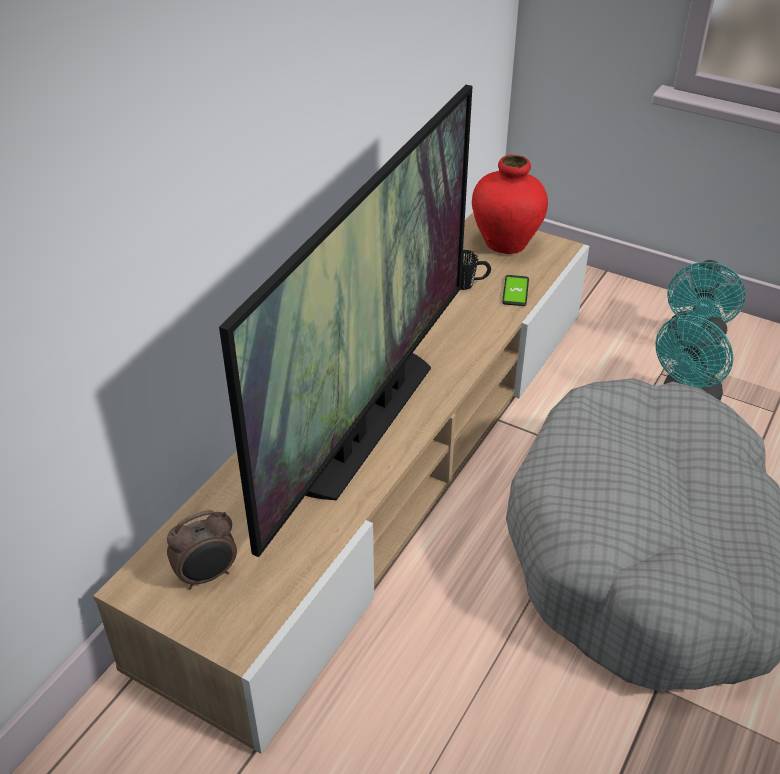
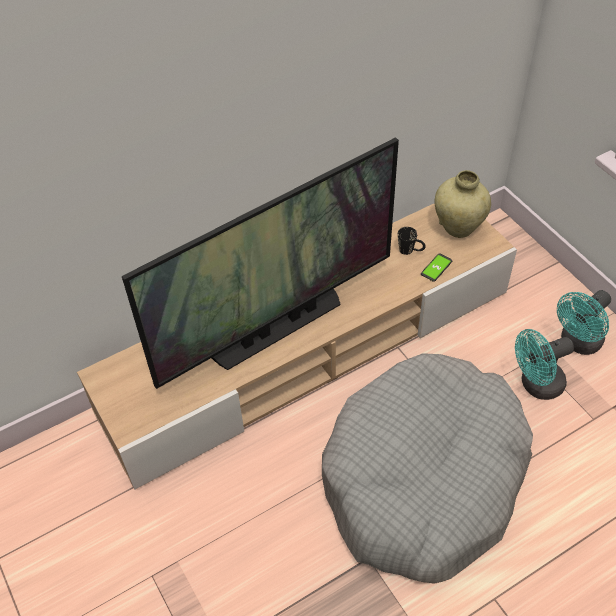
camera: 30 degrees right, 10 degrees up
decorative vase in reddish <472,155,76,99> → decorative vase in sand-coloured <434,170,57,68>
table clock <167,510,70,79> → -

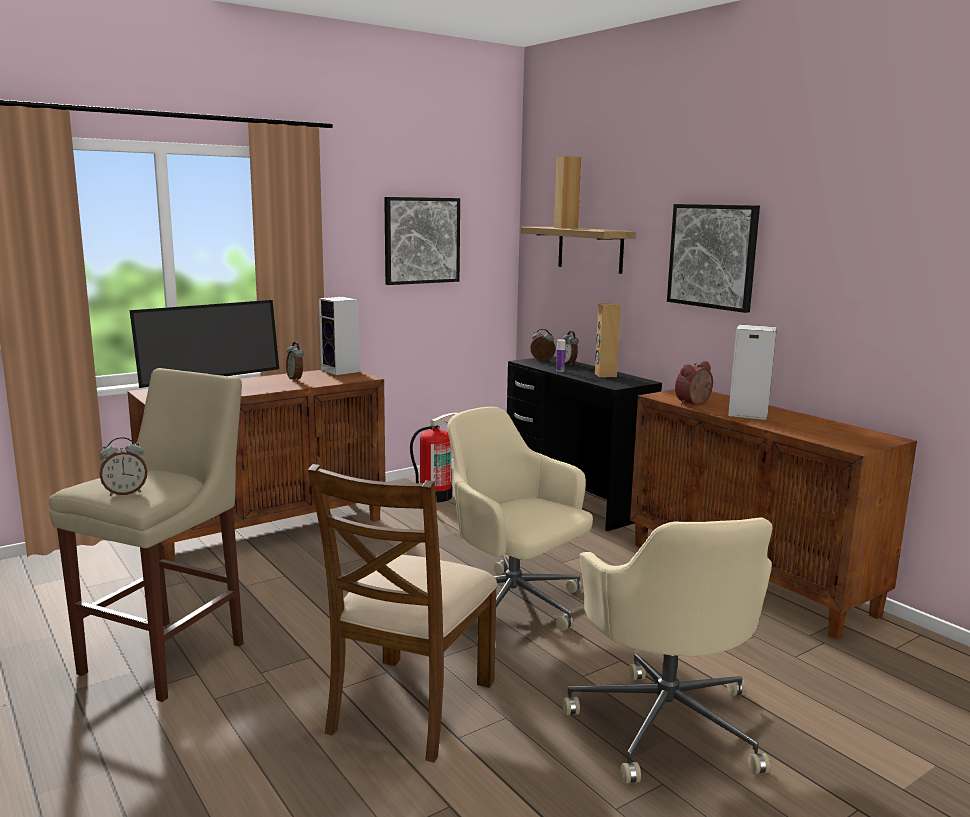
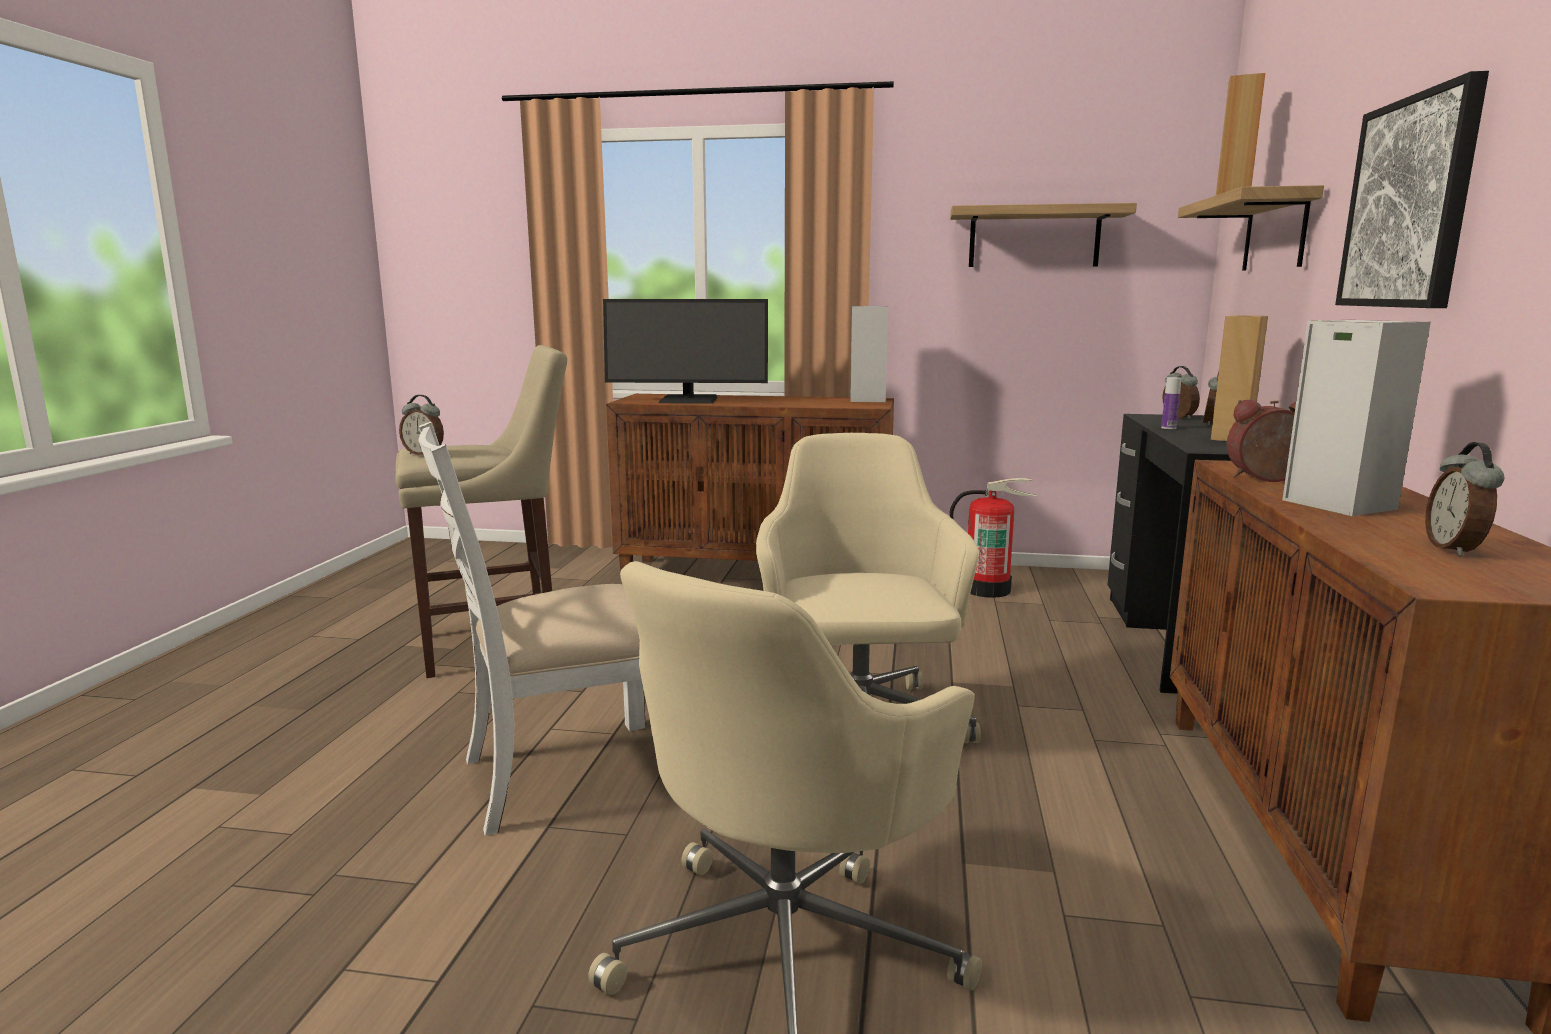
camera: 45 degrees right, 0 degrees up
wall art <384,197,76,88> → shelf <950,203,187,64>
table clock <286,342,18,39> → table clock <1425,442,79,114>, move
upright chair in brownish <308,464,189,299> → upright chair in white <418,422,228,414>

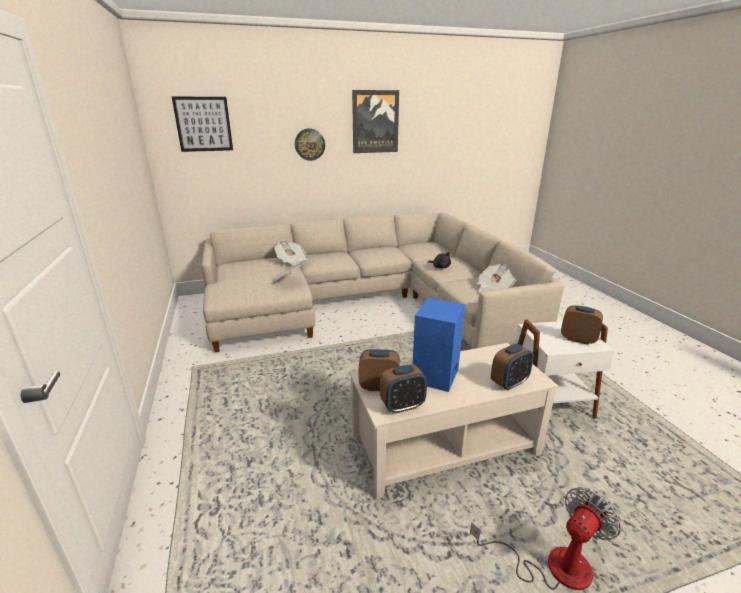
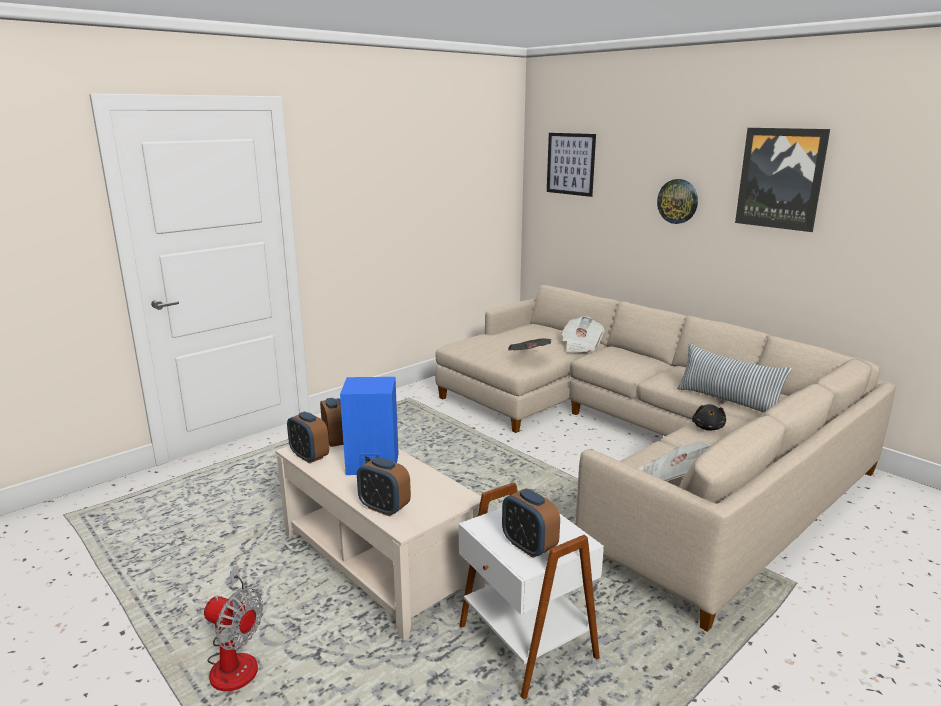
camera: 65 degrees right, 5 degrees down
table clock <561,305,42,40> → table clock <502,488,58,70>, 135 degrees clockwise
- → throw pillow <677,343,115,70>

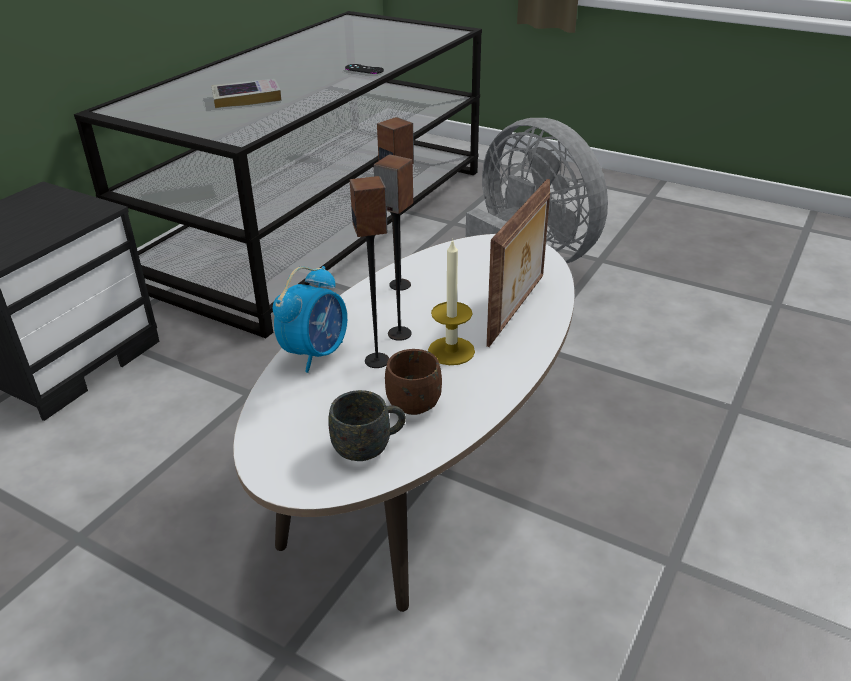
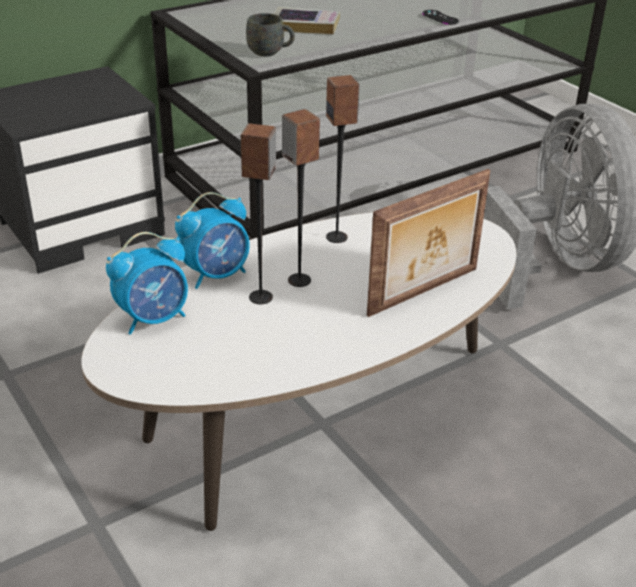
camera: 25 degrees right, 0 degrees up
wax candle <428,238,47,127> → -
coffee mug in brownish <385,349,57,66> → -
coffee mug in greyish <328,390,78,71> → coffee mug in greyish <246,13,49,43>, move
- → table clock <106,232,82,103>

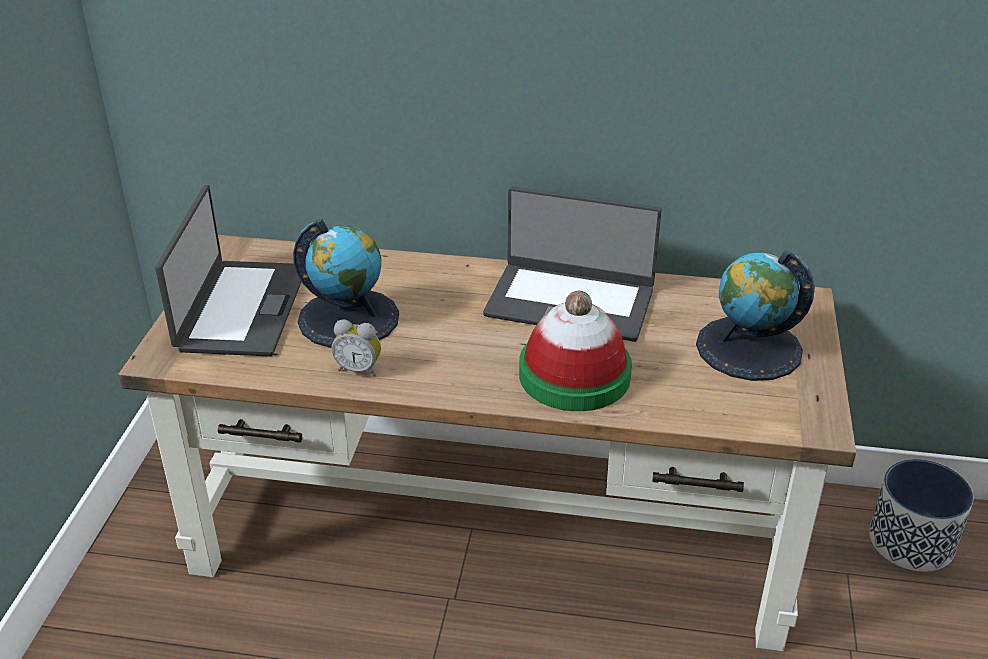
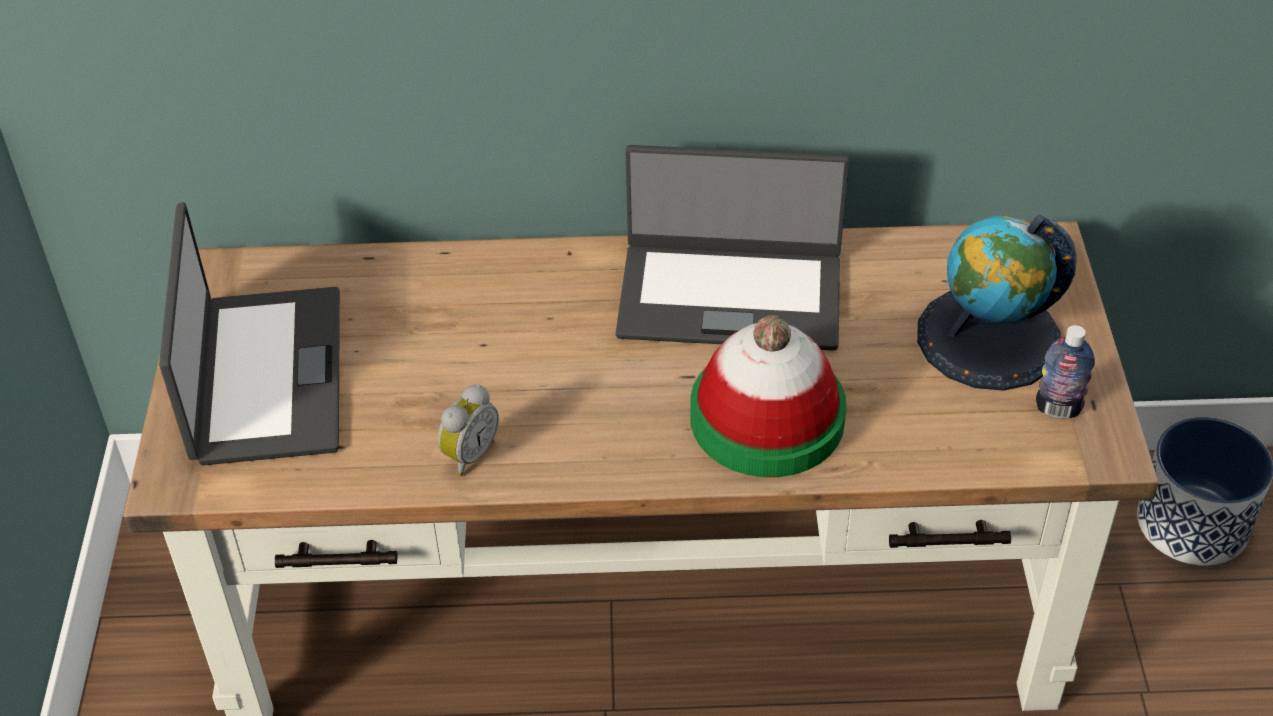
camera: 10 degrees left, 10 degrees up
globe <293,219,106,129> → -
table clock <331,319,50,58> → table clock <437,384,62,92>, 60 degrees counterclockwise
- → beverage bottle <1036,325,59,94>

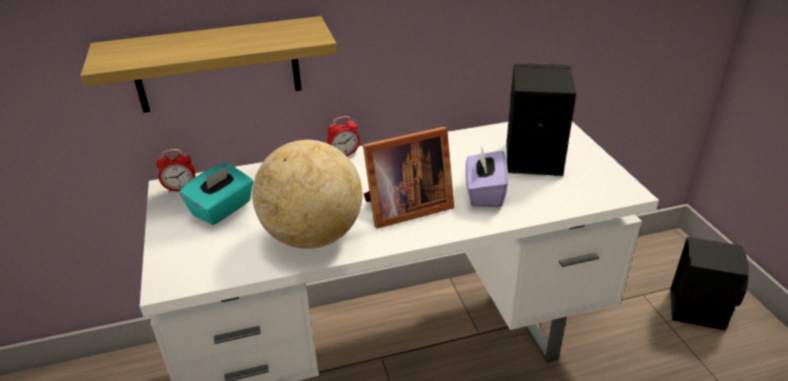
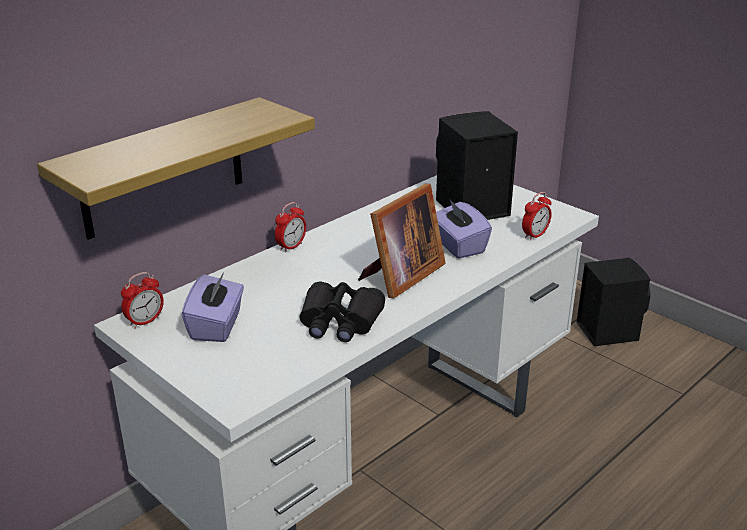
camera: 30 degrees left, 5 degrees down
globe <252,140,110,109> → pair of binoculars in black <299,282,86,60>
box of tissues in turquoise-coloured <180,163,74,62> → box of tissues in purple <182,271,62,71>
- → table clock <522,192,30,49>

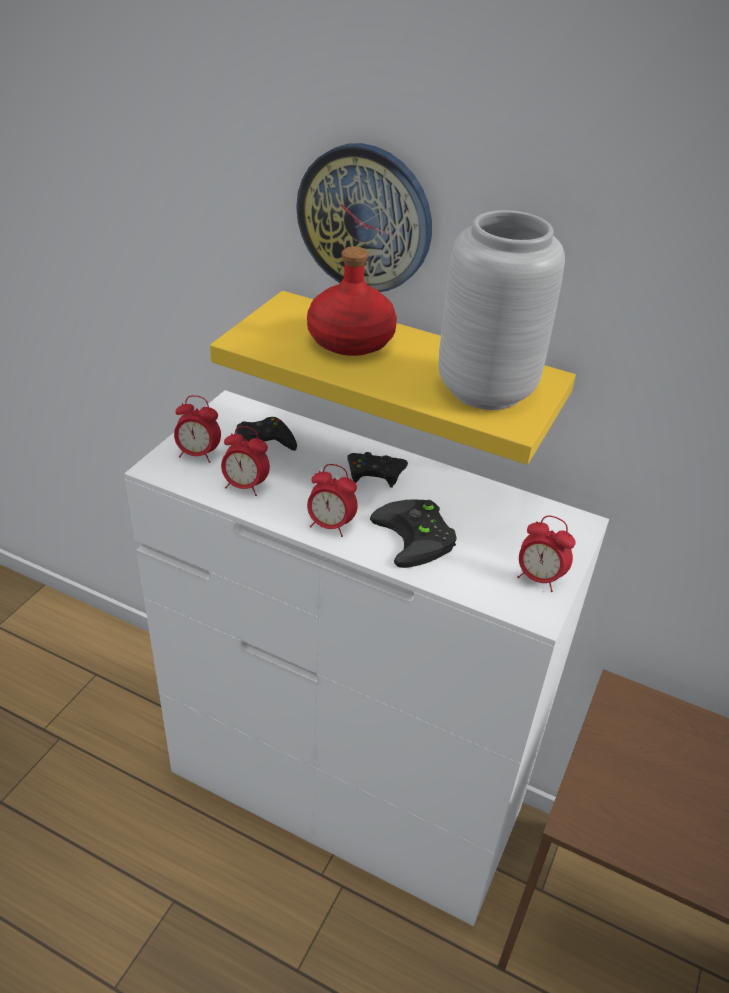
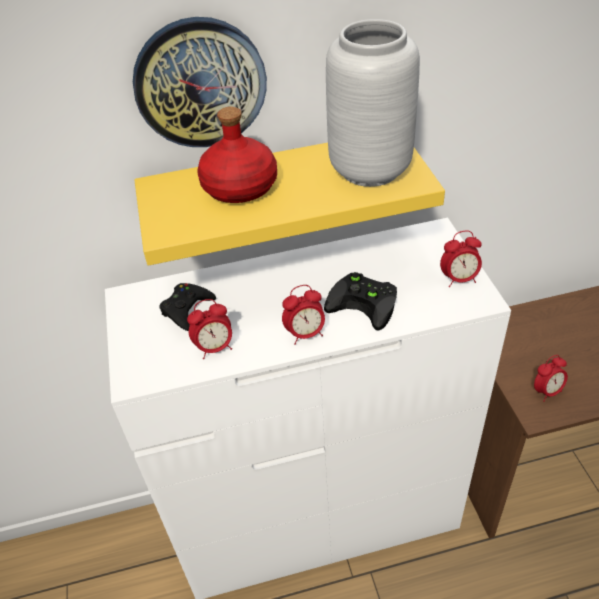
camera: 35 degrees left, 5 degrees up
table clock <174,395,47,68> → table clock <534,355,34,47>, move
game controller in black <348,452,60,36> → -

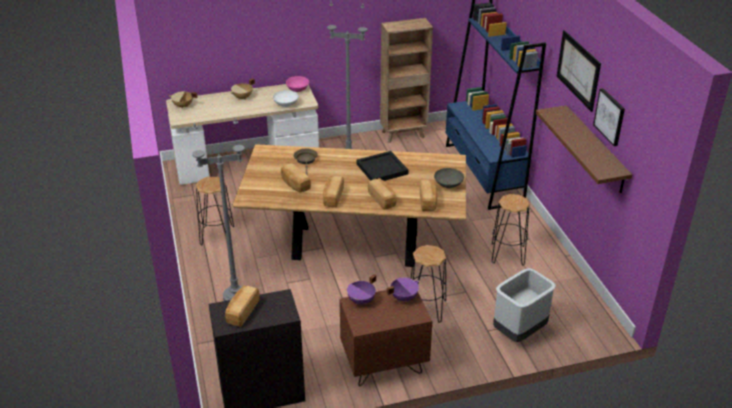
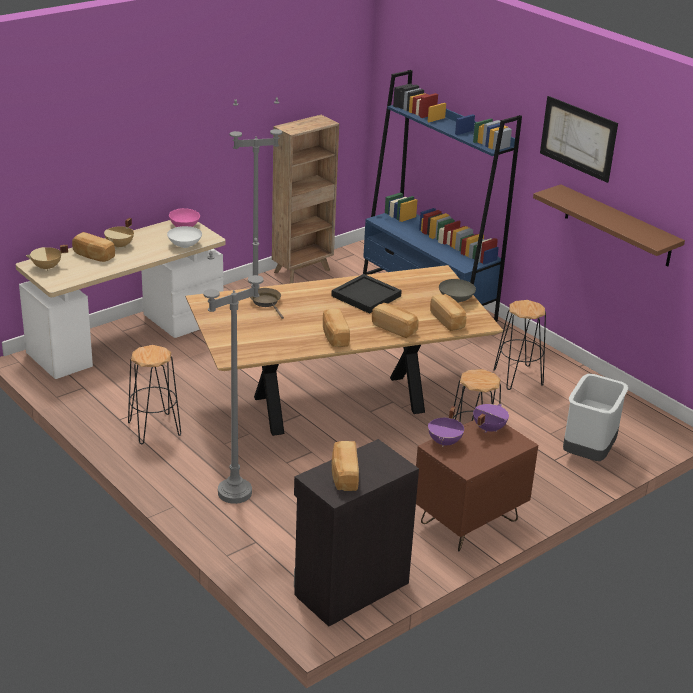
camera: 25 degrees left, 5 degrees down
wall art <593,88,32,58> → -
bread <281,163,30,30> → bread <72,232,43,30>, move

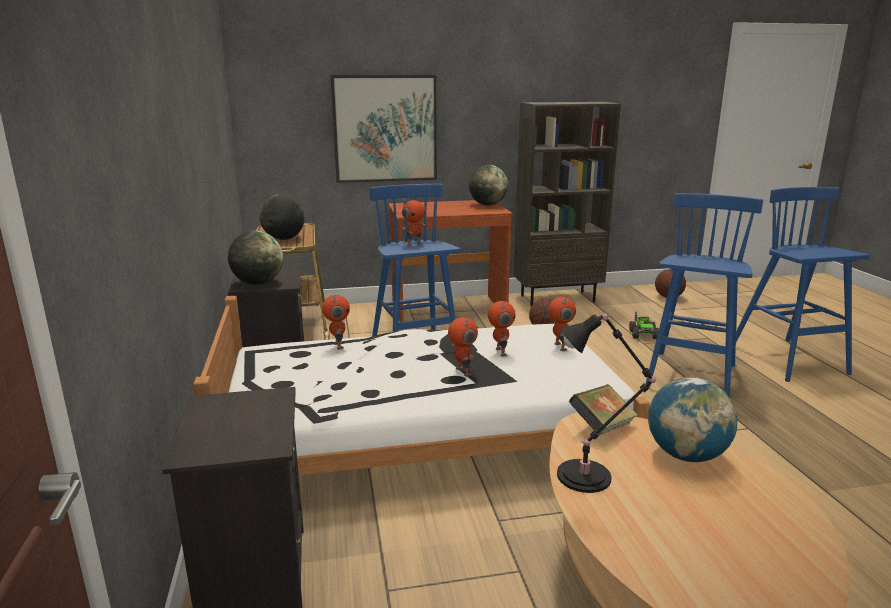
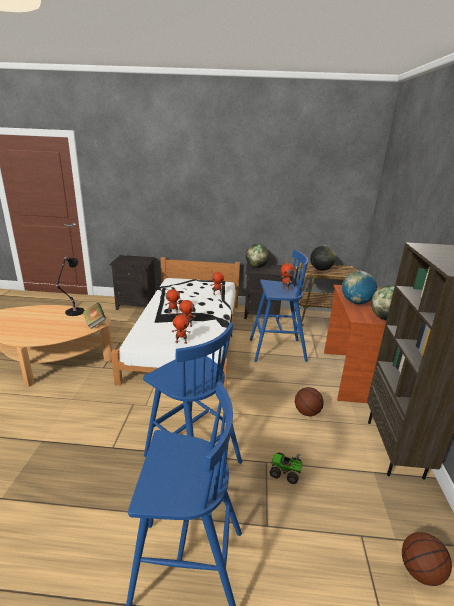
camera: 105 degrees right, 5 degrees up
wall art <331,75,106,108> → -
globe <648,377,90,85> → globe <342,271,35,33>, move

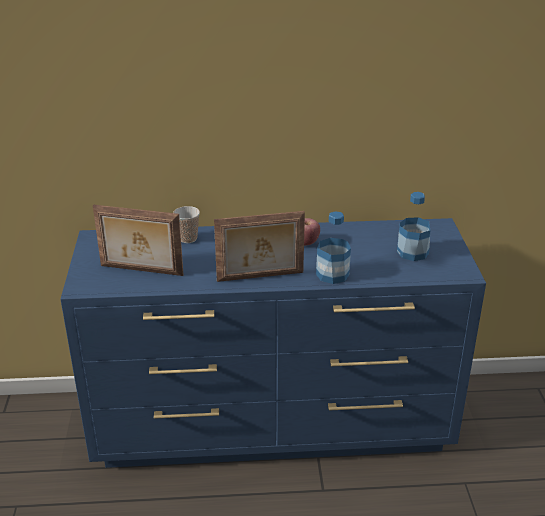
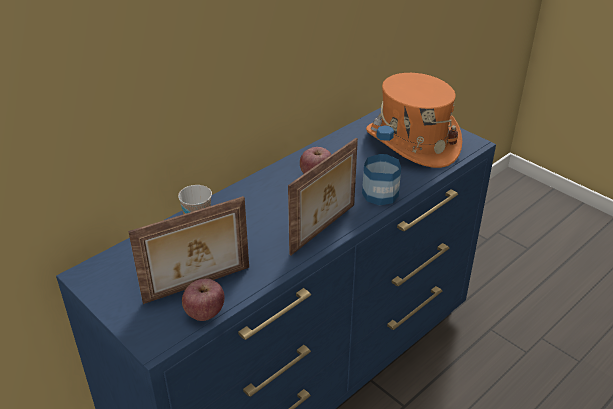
camera: 40 degrees left, 5 degrees up
beverage bottle <397,192,33,69> → wearable hat in orange-coloured <366,73,96,95>
- → apple <182,279,42,42>

